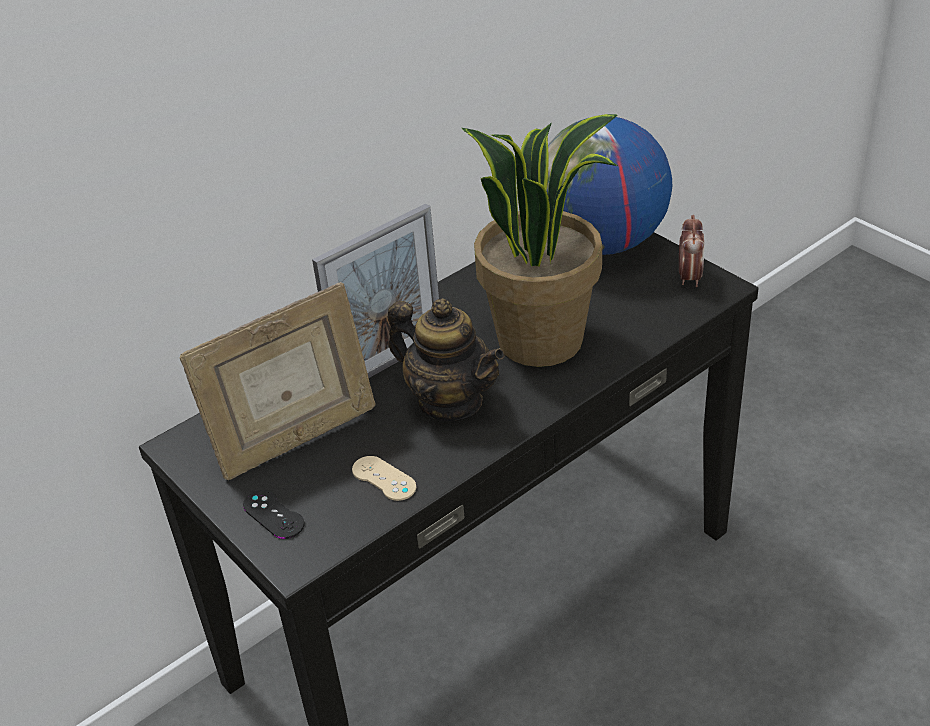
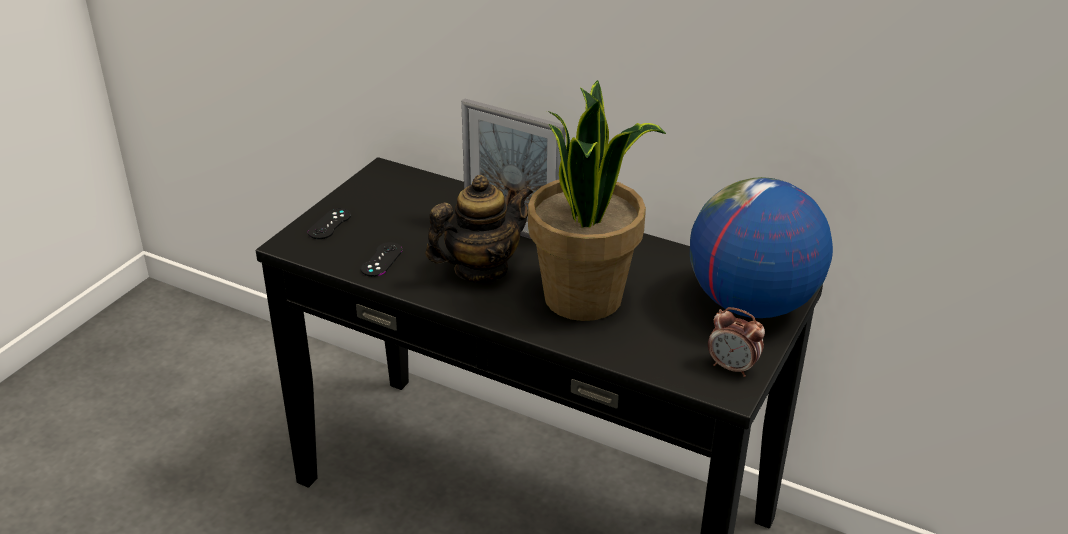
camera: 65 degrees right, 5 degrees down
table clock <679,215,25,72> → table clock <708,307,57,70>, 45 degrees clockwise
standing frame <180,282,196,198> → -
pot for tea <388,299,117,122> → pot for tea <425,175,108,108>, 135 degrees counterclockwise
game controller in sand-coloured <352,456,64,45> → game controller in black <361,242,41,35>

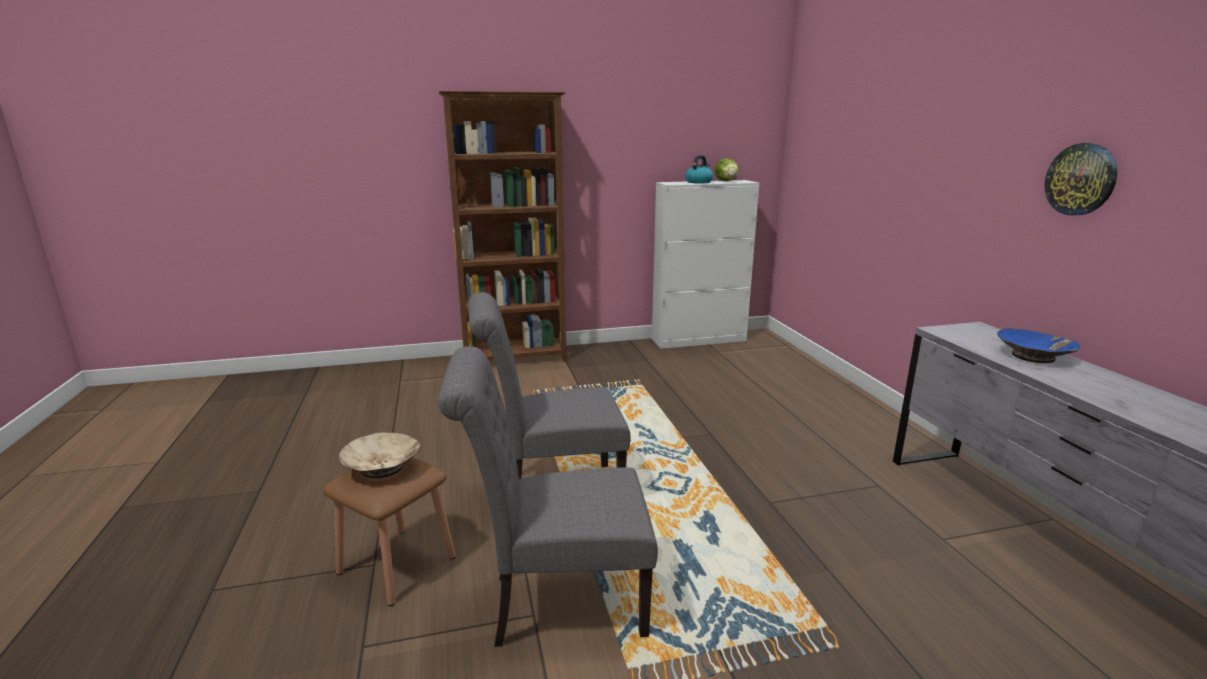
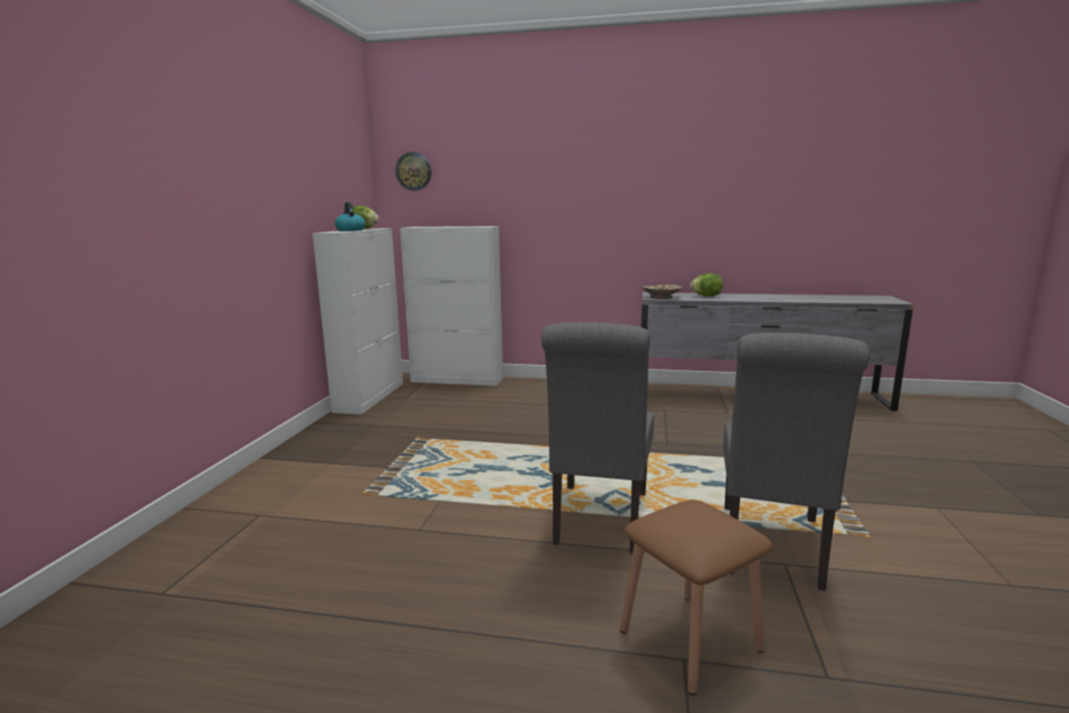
camera: 65 degrees left, 5 degrees down
bookshelf in brownish <439,91,128,271> → -
clock on the wall <1044,143,73,73> → clock on the wall <395,152,36,39>, move
bowl in blue-coloured <997,329,83,34> → lettuce head <690,273,33,23>
bowl in sand-coloured <339,432,82,47> → bowl in sand-coloured <642,284,41,15>, move
- → cupboard in white <400,226,103,160>

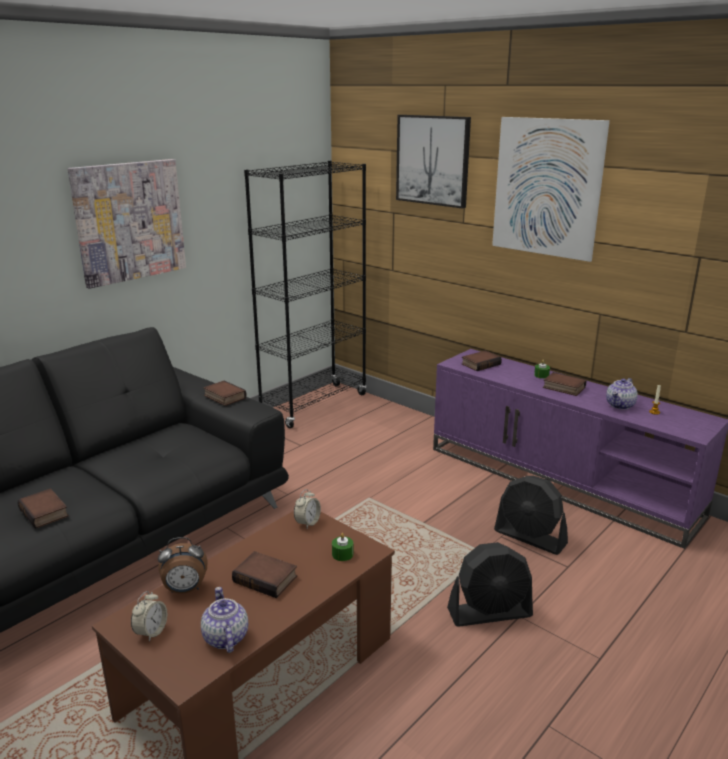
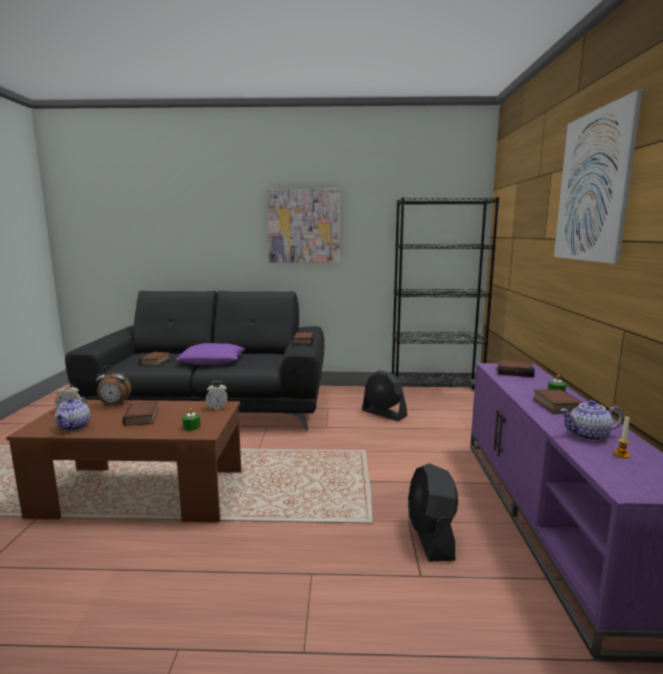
camera: 50 degrees right, 10 degrees down
wall art <396,115,75,93> → -
table clock <158,537,49,56> → table clock <96,366,35,40>, 45 degrees counterclockwise
fan in black <447,542,86,85> → fan in black <362,370,45,51>, move
pot for tea <201,587,47,66> → pot for tea <55,397,35,34>, 150 degrees clockwise
- → throw pillow in purple <176,343,69,22>

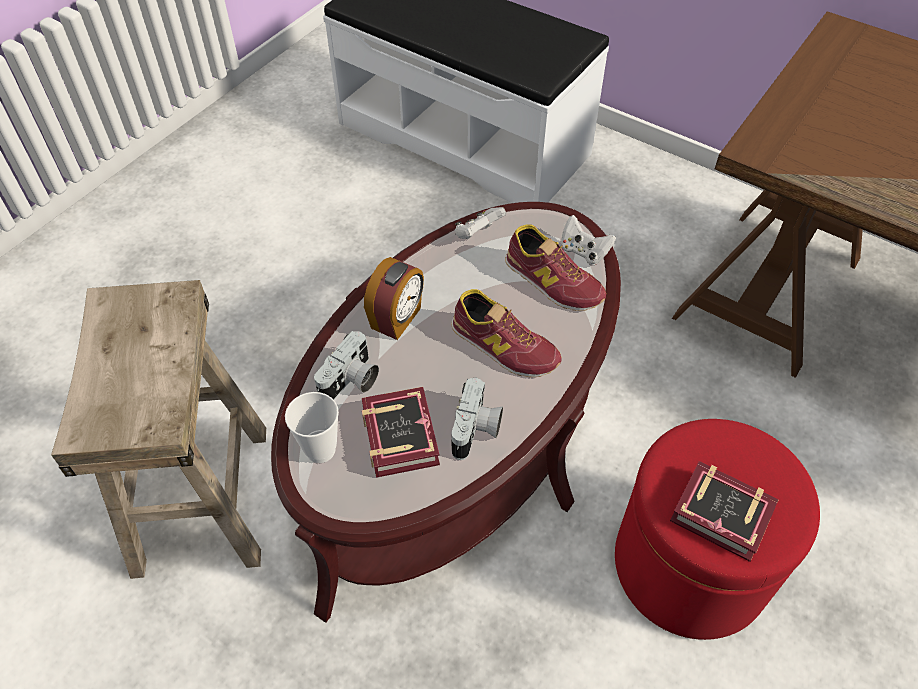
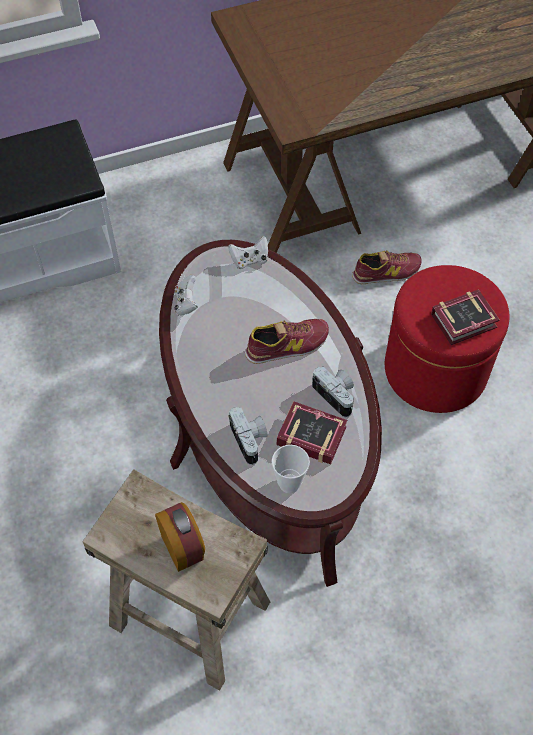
camera: 55 degrees left, 5 degrees up
item of footwear <505,225,101,86> → item of footwear <352,250,70,34>, move
table clock <364,257,60,83> → table clock <155,502,50,70>, move

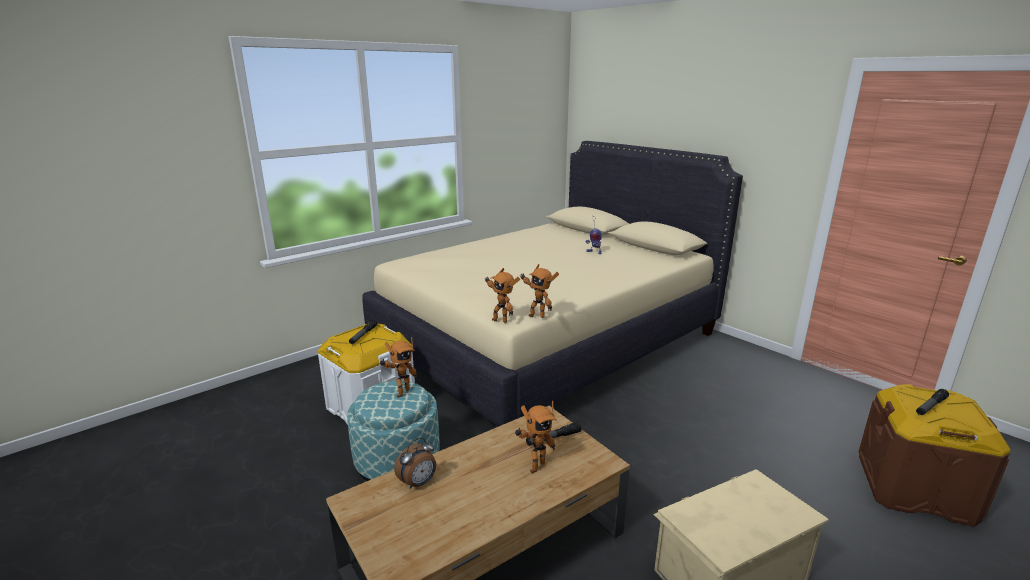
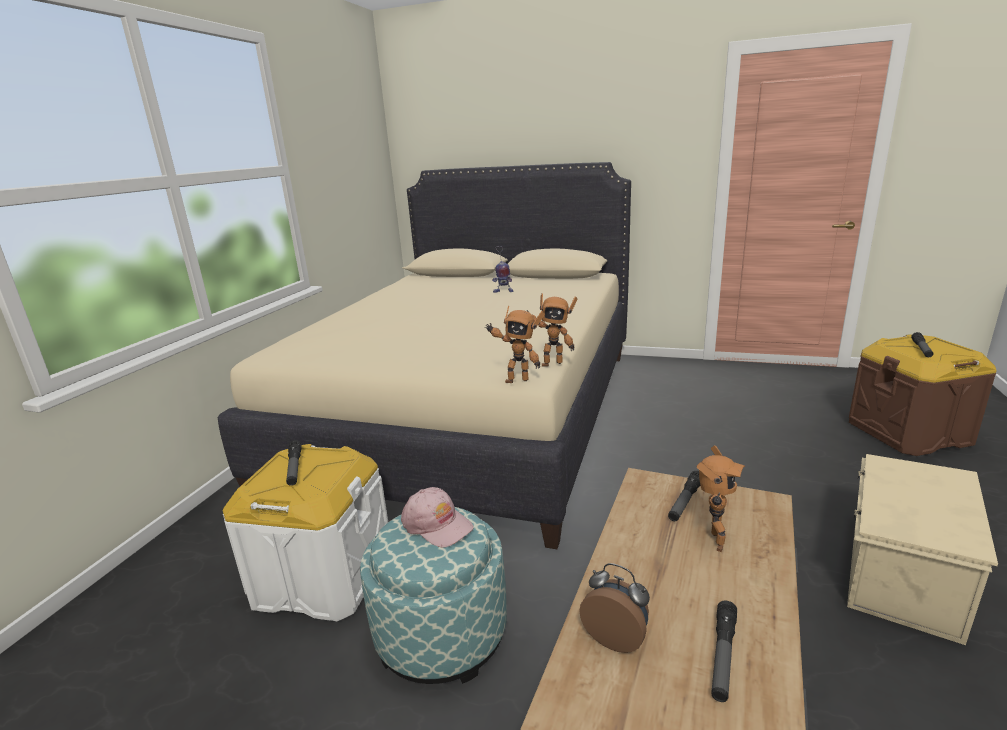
camera: 30 degrees left, 0 degrees up
model robot <380,337,37,61> → peaked cap in pink <401,487,73,61>
table clock <394,437,42,52> → table clock <579,563,71,90>, 75 degrees counterclockwise
- → flashlight <711,601,26,101>

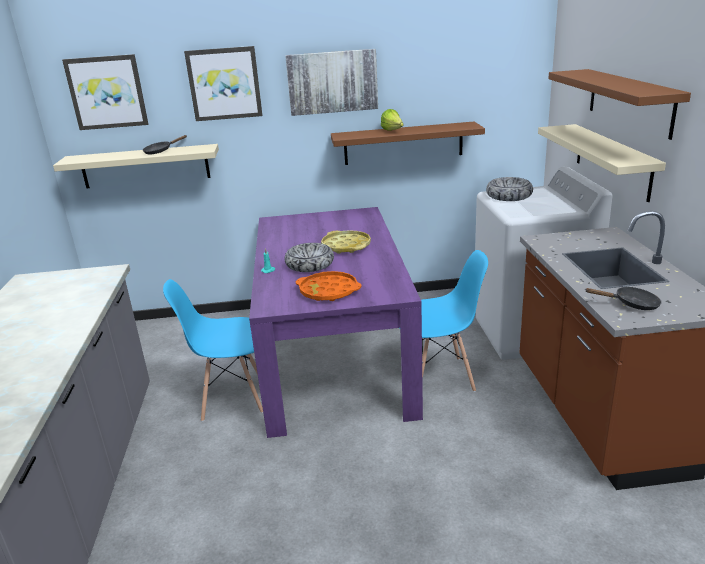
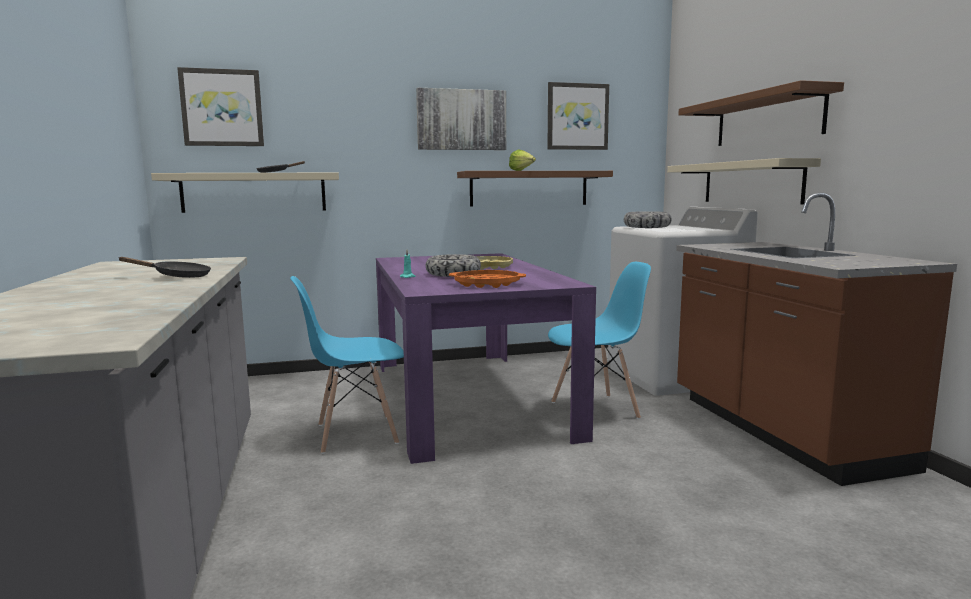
camera: 10 degrees left, 15 degrees down
wall art <184,46,79,75> → wall art <547,82,62,68>, move
skillet in black <586,287,76,23> → skillet in black <118,257,93,21>, move

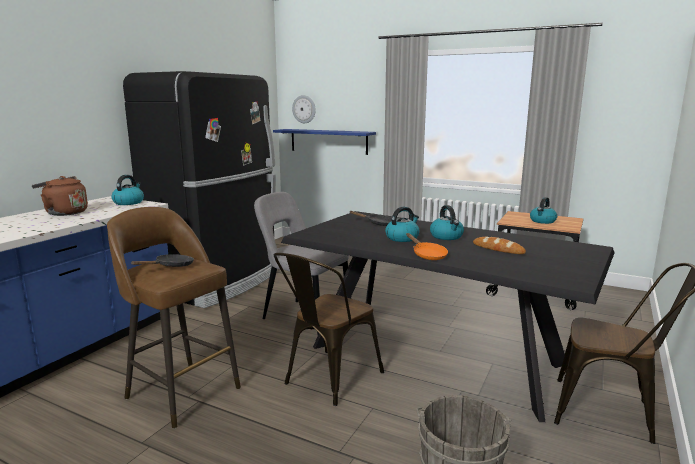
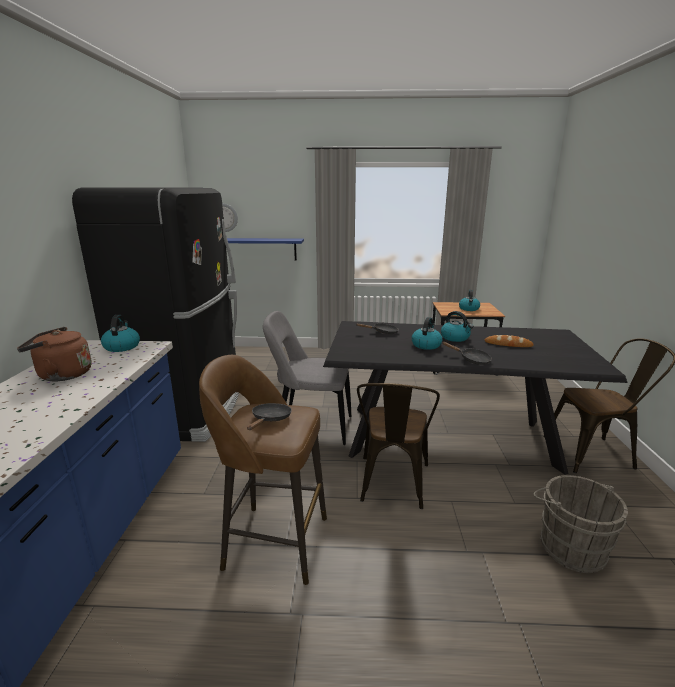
camera: 25 degrees left, 5 degrees up
skillet in orange-coloured <406,233,42,27> → skillet in black <442,342,50,23>

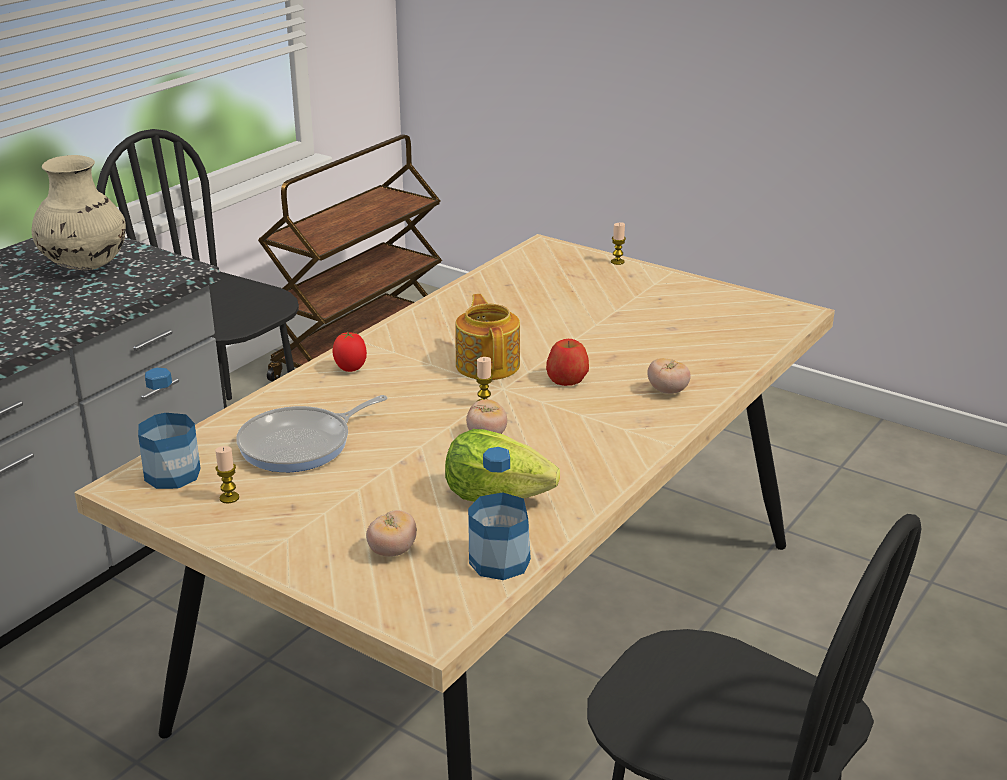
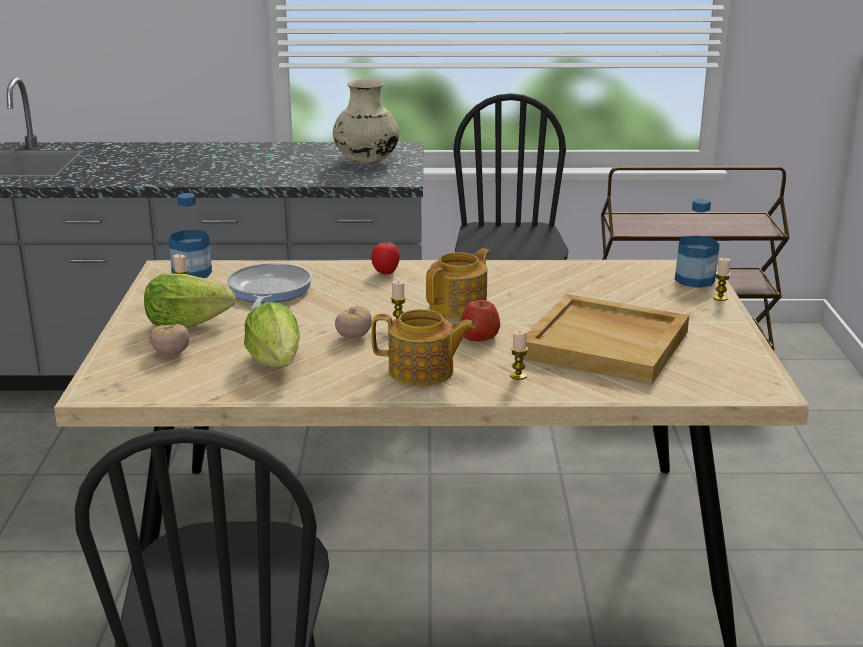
camera: 55 degrees right, 5 degrees down
fresh tomato <647,358,44,36> → wax candle <510,330,18,50>
skillet <236,395,151,77> → skillet <227,263,85,47>, 75 degrees clockwise
beverage bottle <468,447,63,133> → beverage bottle <675,199,45,89>, move
- → lettuce head <144,273,91,54>
- → tray in sand-coloured <523,294,166,91>
- → pot for tea <371,309,104,77>

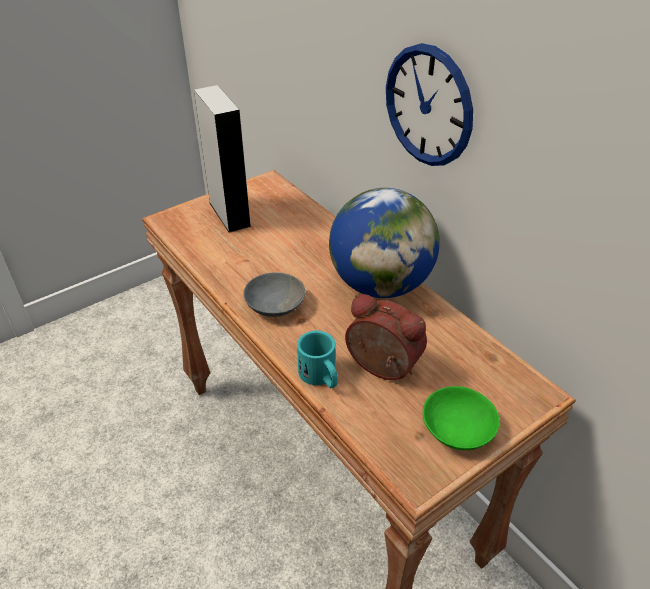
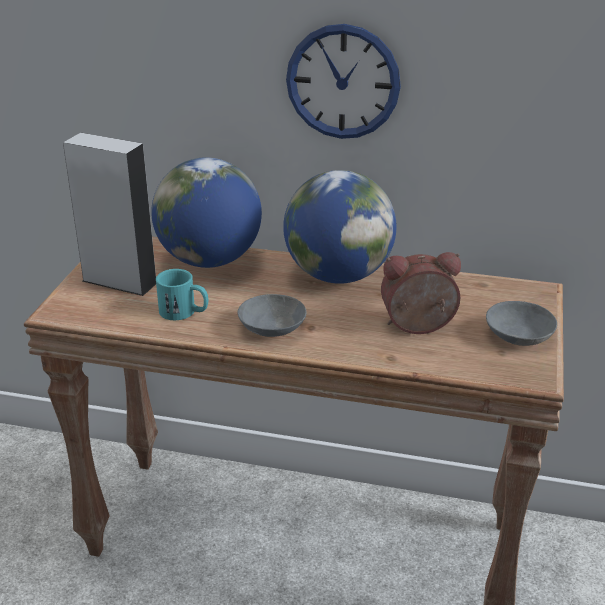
camera: 40 degrees left, 10 degrees down
coffee mug in turquoise-coloured <297,331,41,57> → coffee mug in turquoise-coloured <156,269,52,51>, move
bowl in green-coloured <423,386,77,64> → bowl in greyish <486,301,71,45>
- → globe <151,157,111,111>

